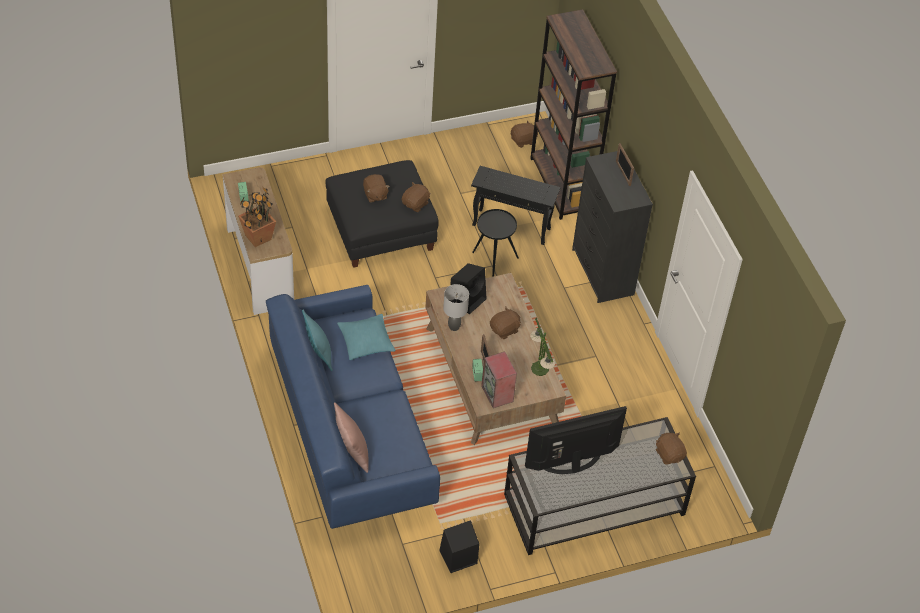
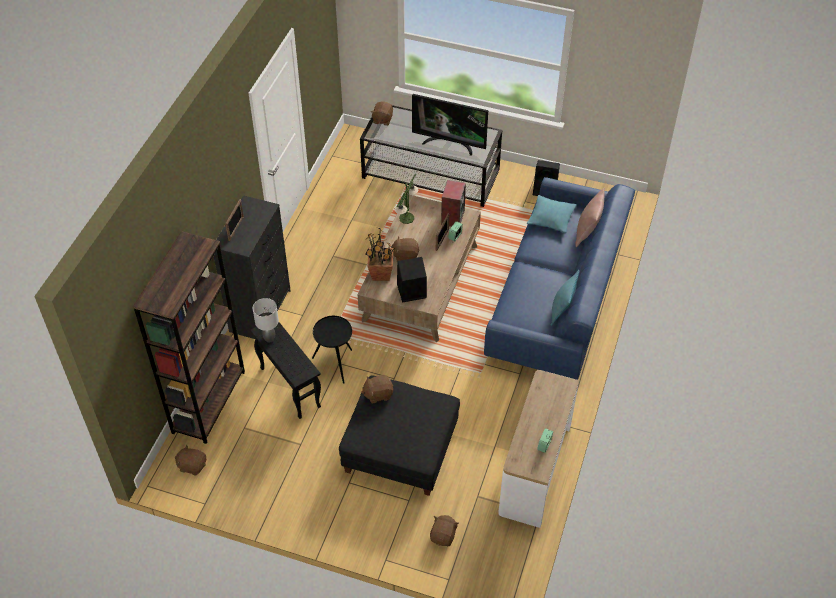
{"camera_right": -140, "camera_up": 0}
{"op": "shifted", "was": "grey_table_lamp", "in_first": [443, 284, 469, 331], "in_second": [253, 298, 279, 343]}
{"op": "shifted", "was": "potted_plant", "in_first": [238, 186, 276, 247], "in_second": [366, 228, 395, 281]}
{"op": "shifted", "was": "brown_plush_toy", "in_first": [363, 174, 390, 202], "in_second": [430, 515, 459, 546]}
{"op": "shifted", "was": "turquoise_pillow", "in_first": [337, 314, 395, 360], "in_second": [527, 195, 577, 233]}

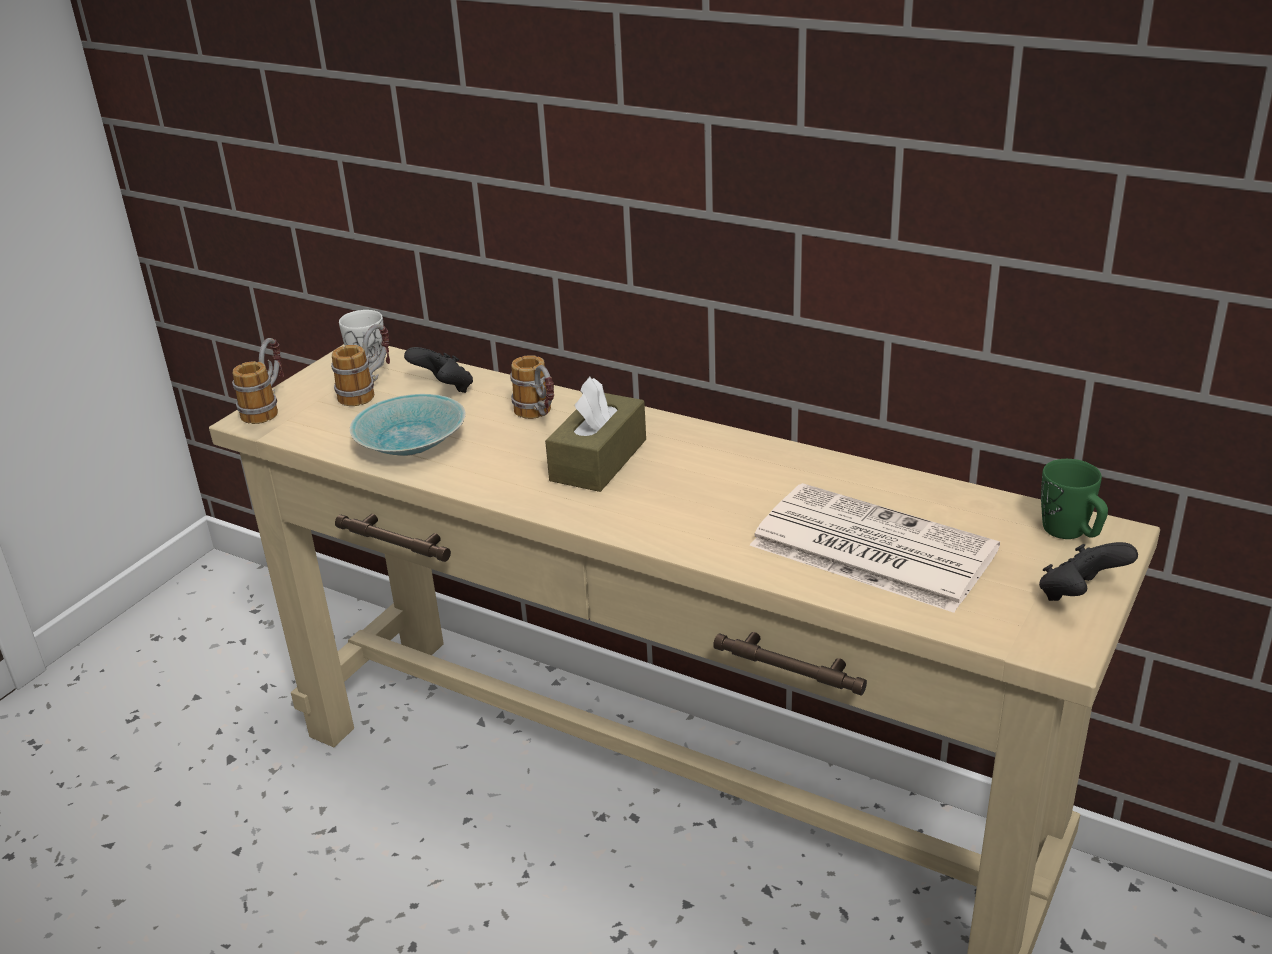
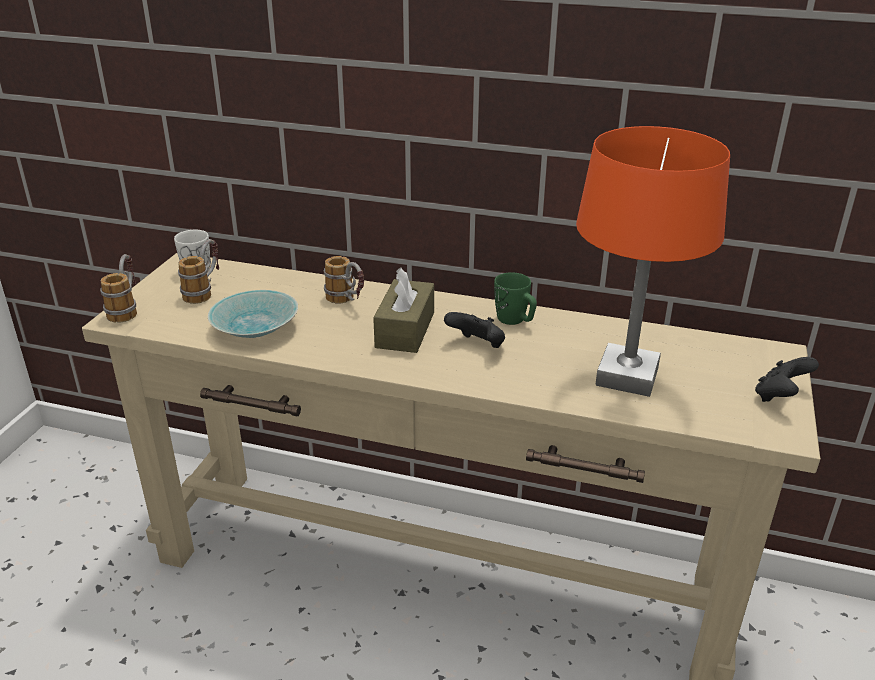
{"camera_right": -15, "camera_up": 0}
{"op": "shifted", "was": "black_game_controller", "in_first": [404, 347, 473, 393], "in_second": [444, 312, 505, 348]}
{"op": "shifted", "was": "green_mug", "in_first": [1041, 459, 1108, 539], "in_second": [494, 272, 537, 325]}
{"op": "swapped", "was": "newspaper", "now": "orange_table_lamp", "in_first": [750, 483, 1000, 613], "in_second": [576, 126, 730, 397]}

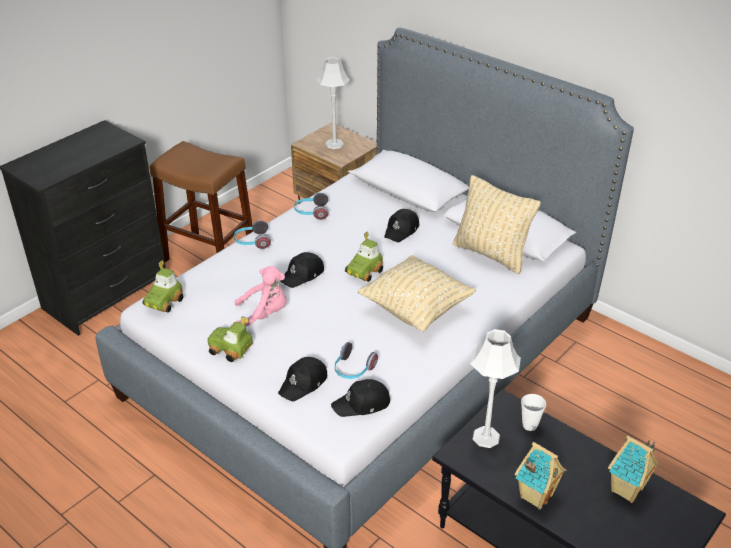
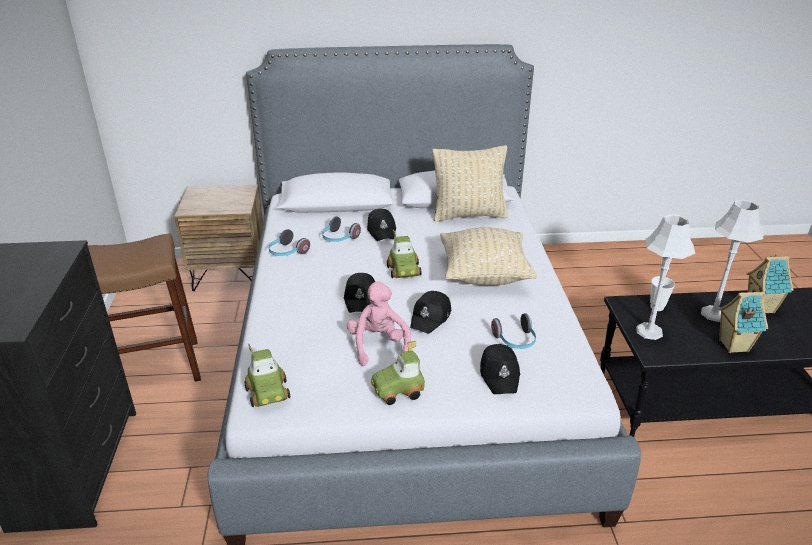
{"camera_right": -45, "camera_up": -5}
{"op": "shifted", "was": "headphones", "in_first": [234, 220, 271, 249], "in_second": [322, 216, 361, 242]}
{"op": "rotated", "was": "pink_plush_toy", "in_first": [234, 266, 287, 326], "in_second": [347, 282, 411, 366], "clockwise": -45}
{"op": "shifted", "was": "black_cap", "in_first": [331, 379, 390, 417], "in_second": [410, 291, 451, 334]}
{"op": "shifted", "was": "grey_table_lamp", "in_first": [316, 57, 350, 149], "in_second": [701, 199, 763, 322]}

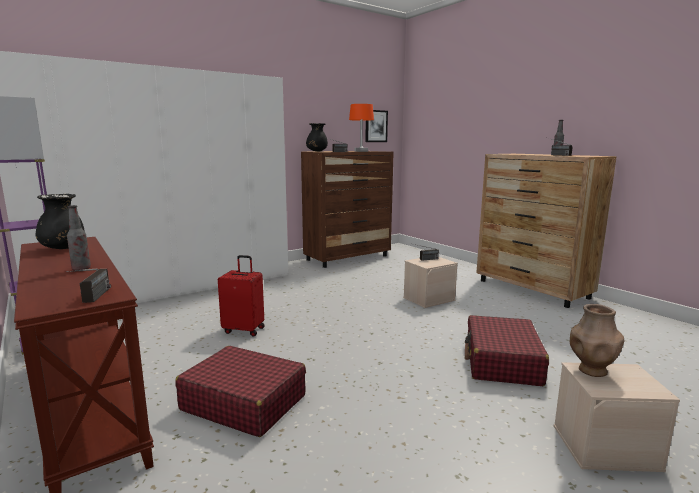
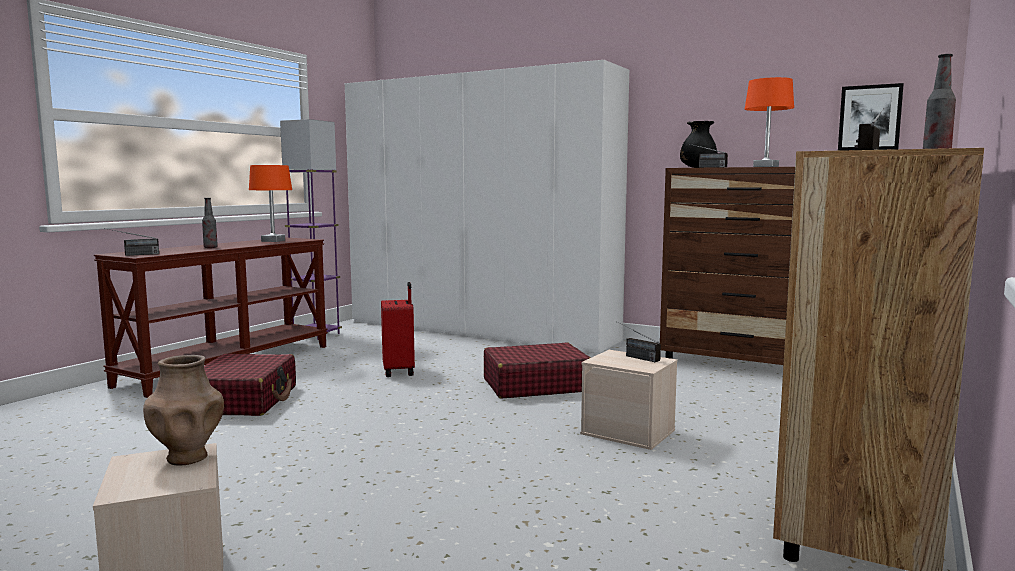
{"camera_right": 65, "camera_up": -5}
{"op": "swapped", "was": "black_vase", "now": "orange_table_lamp", "in_first": [35, 194, 85, 249], "in_second": [249, 165, 292, 242]}
{"op": "shifted", "was": "red_suitcase", "in_first": [465, 315, 549, 386], "in_second": [484, 342, 590, 399]}

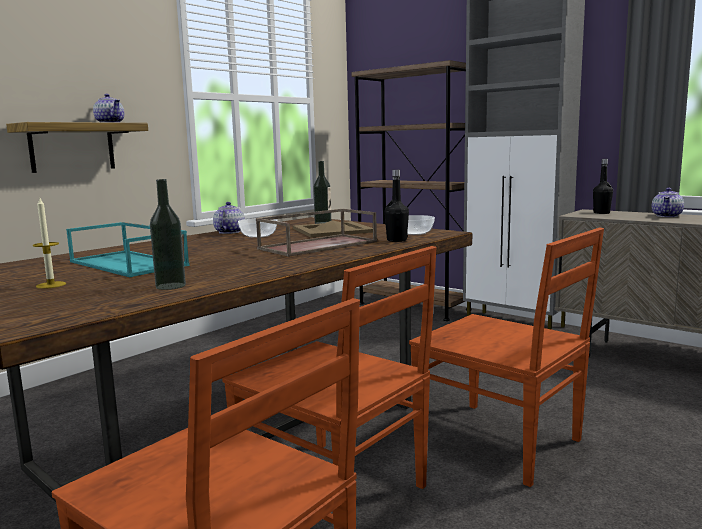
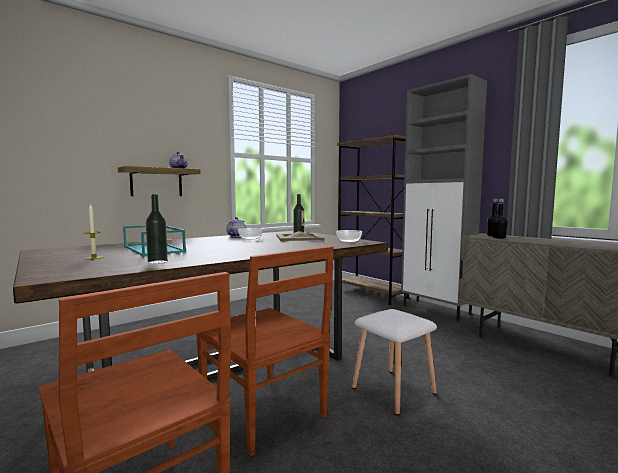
{"camera_right": 10, "camera_up": -5}
{"op": "swapped", "was": "brown_chair", "now": "white_stool", "in_first": [409, 228, 604, 487], "in_second": [352, 309, 437, 415]}
{"op": "shifted", "was": "black_bottle", "in_first": [384, 170, 409, 242], "in_second": [492, 199, 508, 239]}
{"op": "gone", "was": "brown_tray", "in_first": [256, 209, 377, 257]}
{"op": "gone", "was": "teapot", "in_first": [652, 188, 684, 217]}

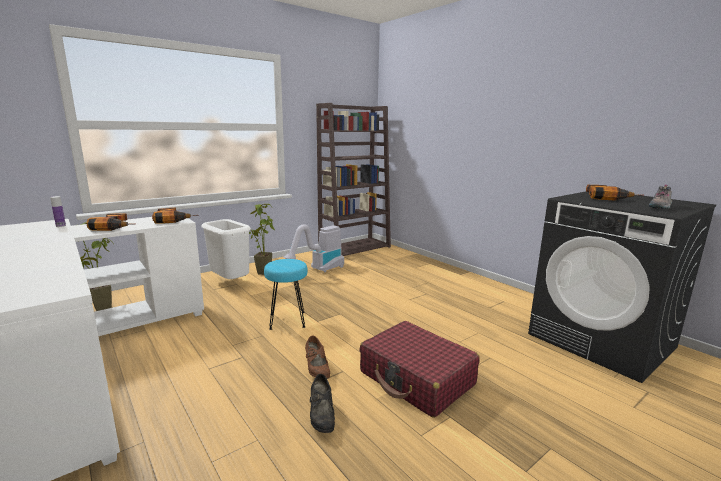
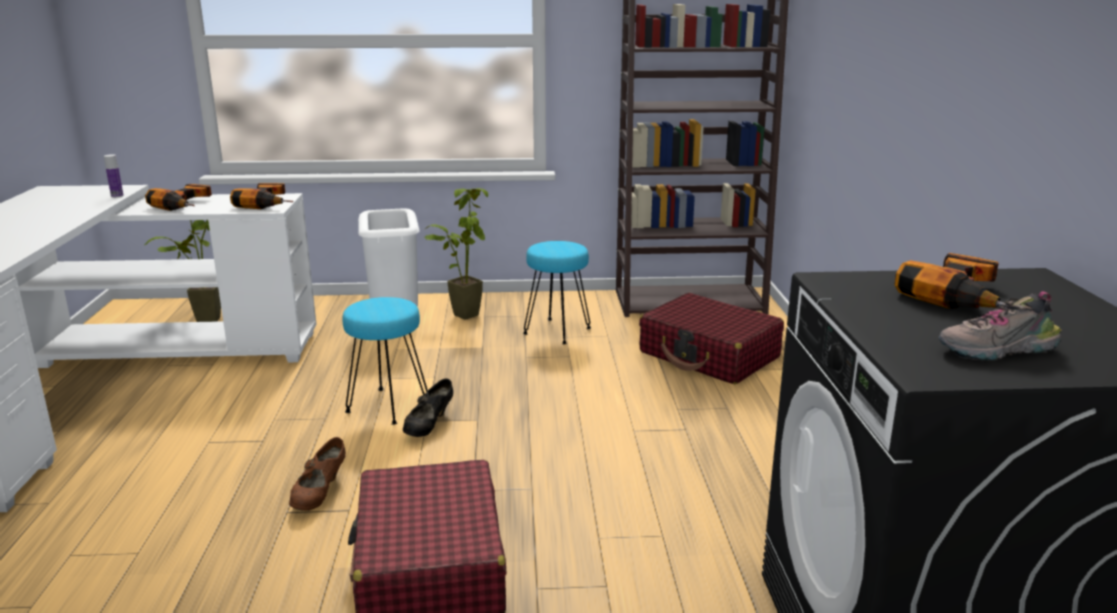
{"camera_right": 35, "camera_up": 5}
{"op": "shifted", "was": "black_shoe", "in_first": [310, 374, 335, 433], "in_second": [403, 378, 453, 437]}
{"op": "swapped", "was": "vacuum_cleaner", "now": "turquoise_stool", "in_first": [283, 224, 344, 272], "in_second": [523, 241, 591, 344]}
{"op": "new", "now": "red_suitcase", "in_second": [639, 293, 784, 384]}

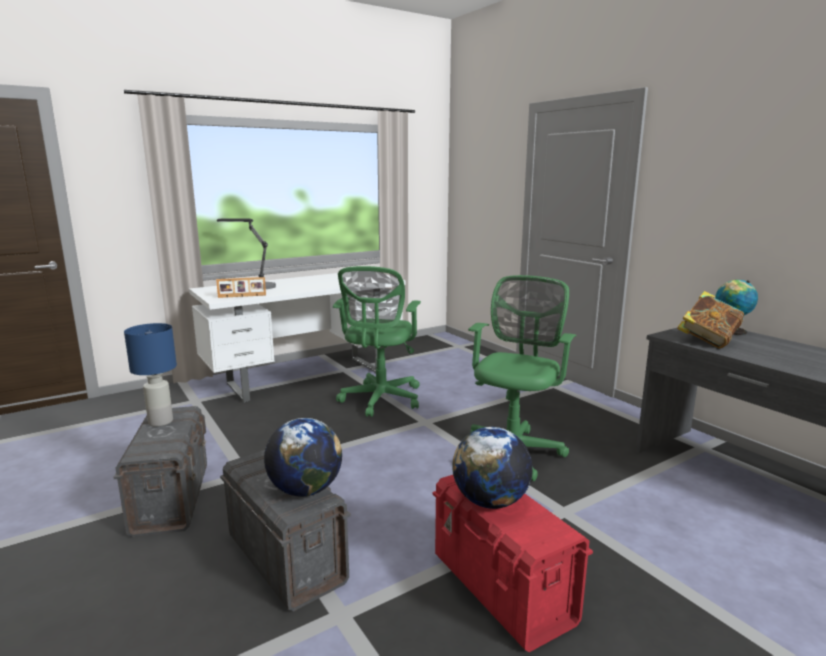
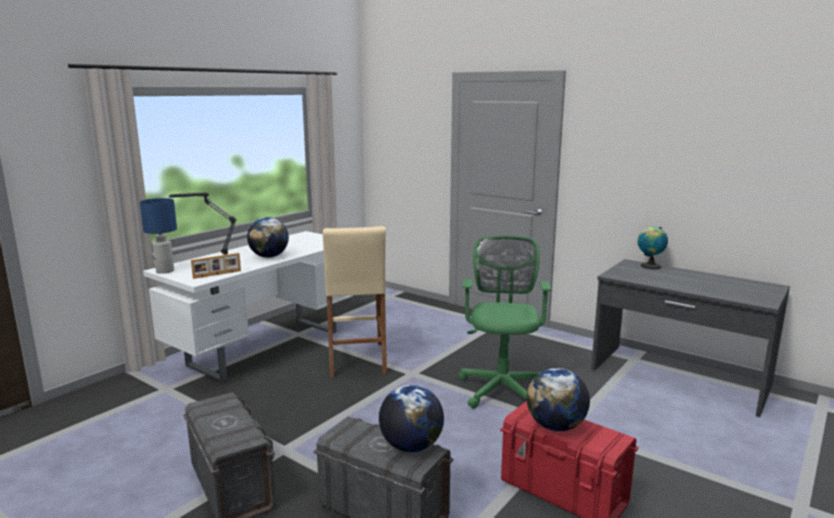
{"camera_right": -20, "camera_up": 0}
{"op": "shifted", "was": "blue_table_lamp", "in_first": [124, 323, 177, 427], "in_second": [140, 198, 177, 274]}
{"op": "new", "now": "globe", "in_second": [247, 217, 289, 258]}
{"op": "swapped", "was": "green_office_chair", "now": "beige_stool", "in_first": [333, 266, 421, 417], "in_second": [323, 226, 387, 377]}
{"op": "gone", "was": "book", "in_first": [677, 291, 744, 348]}

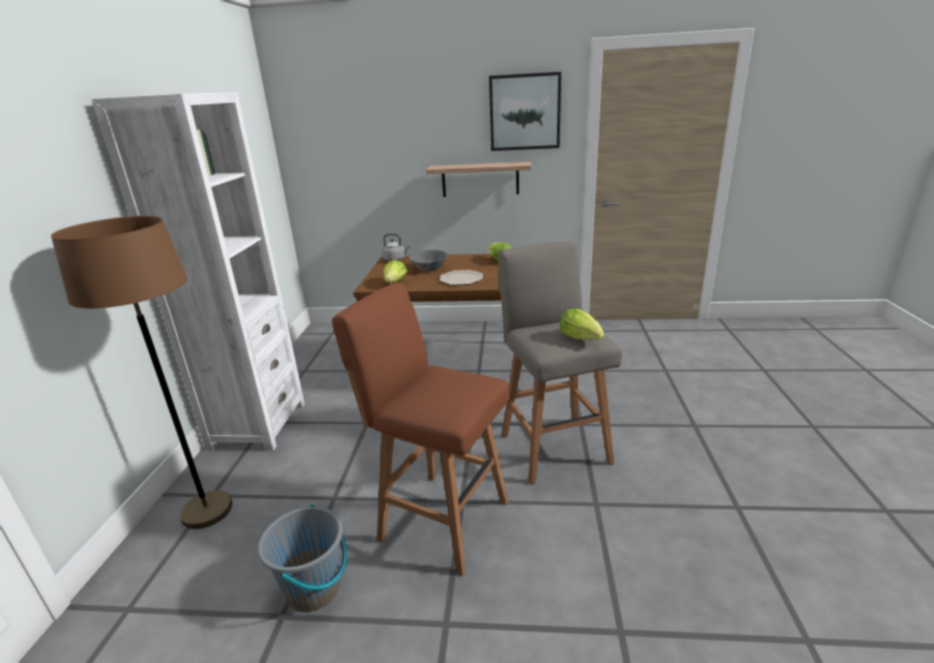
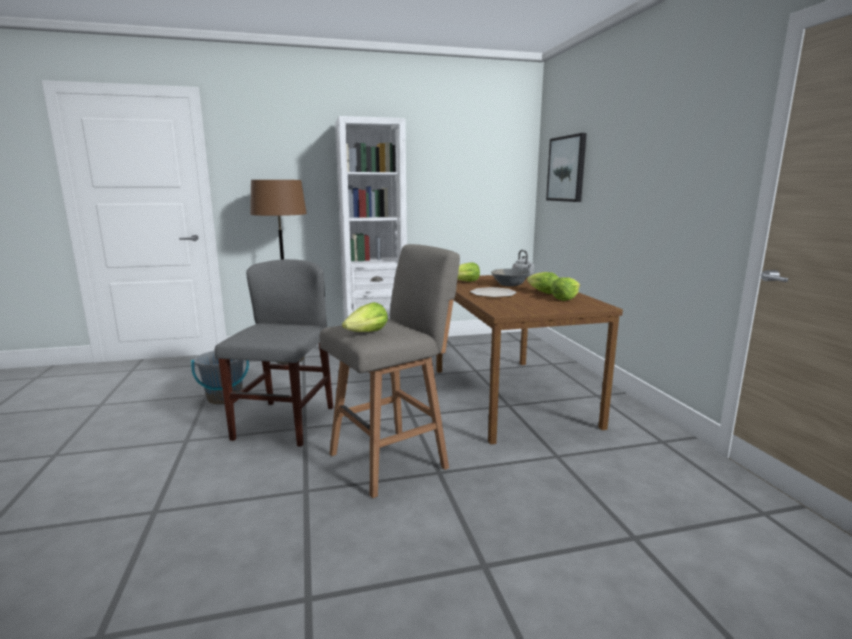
{"camera_right": 70, "camera_up": -10}
{"op": "swapped", "was": "brown_stool", "now": "grey_chair", "in_first": [332, 282, 510, 576], "in_second": [215, 259, 333, 447]}
{"op": "new", "now": "lettuce", "in_second": [527, 272, 559, 294]}
{"op": "shifted", "was": "picture", "in_first": [489, 72, 561, 151], "in_second": [546, 133, 587, 202]}
{"op": "gone", "was": "shelf", "in_first": [426, 162, 531, 197]}

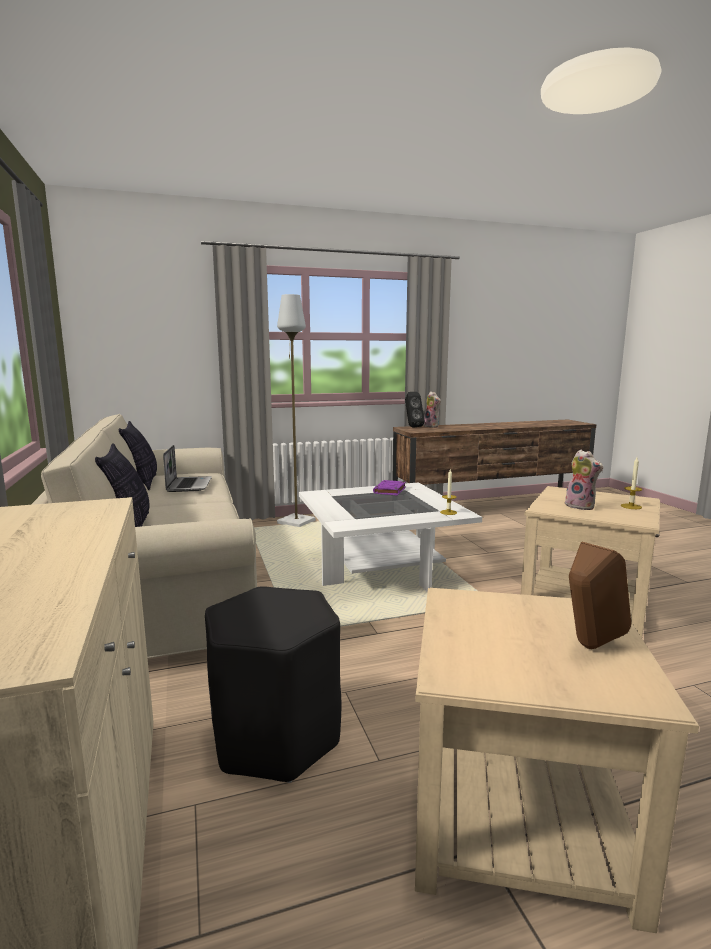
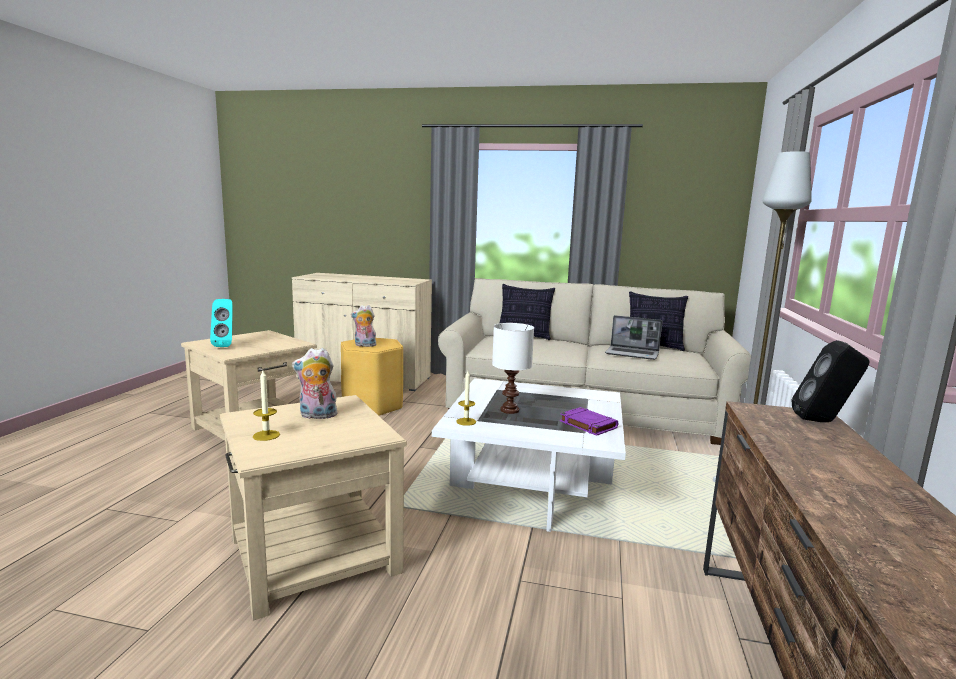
{"camera_right": 120, "camera_up": 0}
{"op": "repainted", "was": "brown_speaker", "now": "turquoise_speaker", "in_first": [569, 542, 631, 649], "in_second": [210, 299, 232, 347]}
{"op": "repainted", "was": "black_stool", "now": "yellow_stool", "in_first": [205, 586, 341, 783], "in_second": [341, 338, 403, 416]}
{"op": "shifted", "was": "plush_toy", "in_first": [424, 391, 441, 428], "in_second": [351, 305, 376, 347]}
{"op": "new", "now": "white_table_lamp", "in_second": [492, 323, 534, 414]}

